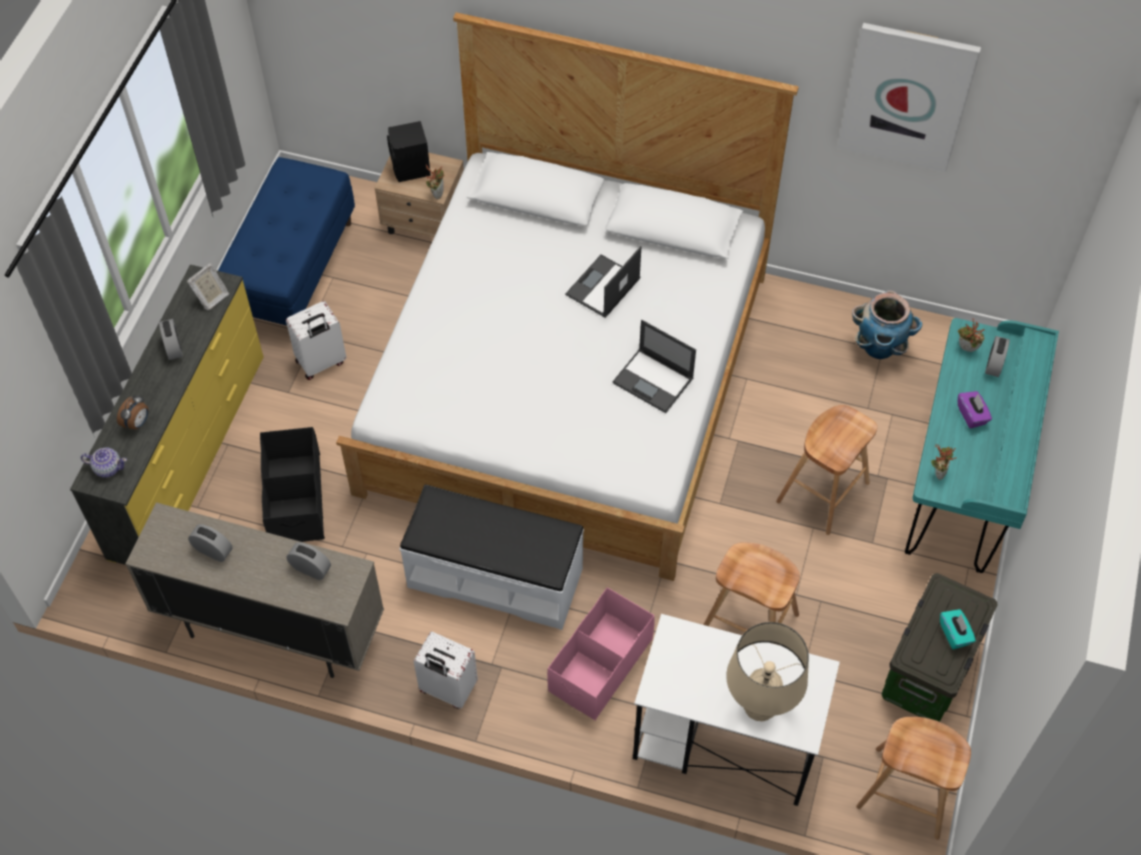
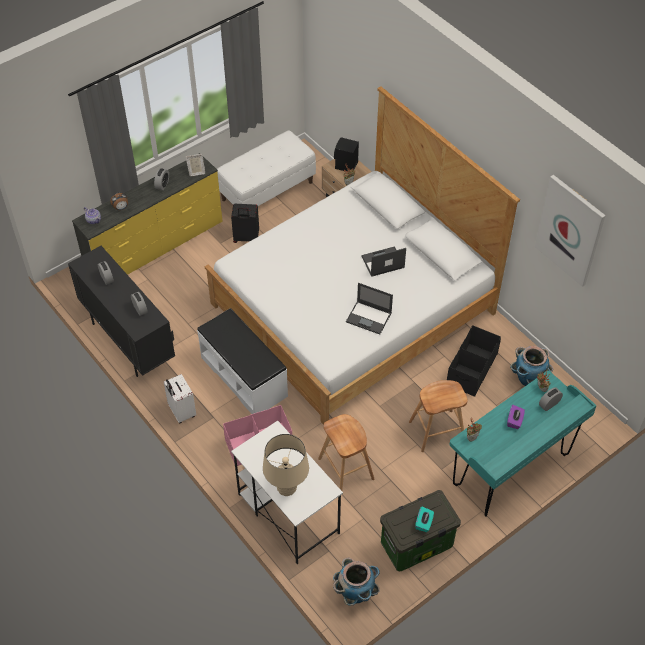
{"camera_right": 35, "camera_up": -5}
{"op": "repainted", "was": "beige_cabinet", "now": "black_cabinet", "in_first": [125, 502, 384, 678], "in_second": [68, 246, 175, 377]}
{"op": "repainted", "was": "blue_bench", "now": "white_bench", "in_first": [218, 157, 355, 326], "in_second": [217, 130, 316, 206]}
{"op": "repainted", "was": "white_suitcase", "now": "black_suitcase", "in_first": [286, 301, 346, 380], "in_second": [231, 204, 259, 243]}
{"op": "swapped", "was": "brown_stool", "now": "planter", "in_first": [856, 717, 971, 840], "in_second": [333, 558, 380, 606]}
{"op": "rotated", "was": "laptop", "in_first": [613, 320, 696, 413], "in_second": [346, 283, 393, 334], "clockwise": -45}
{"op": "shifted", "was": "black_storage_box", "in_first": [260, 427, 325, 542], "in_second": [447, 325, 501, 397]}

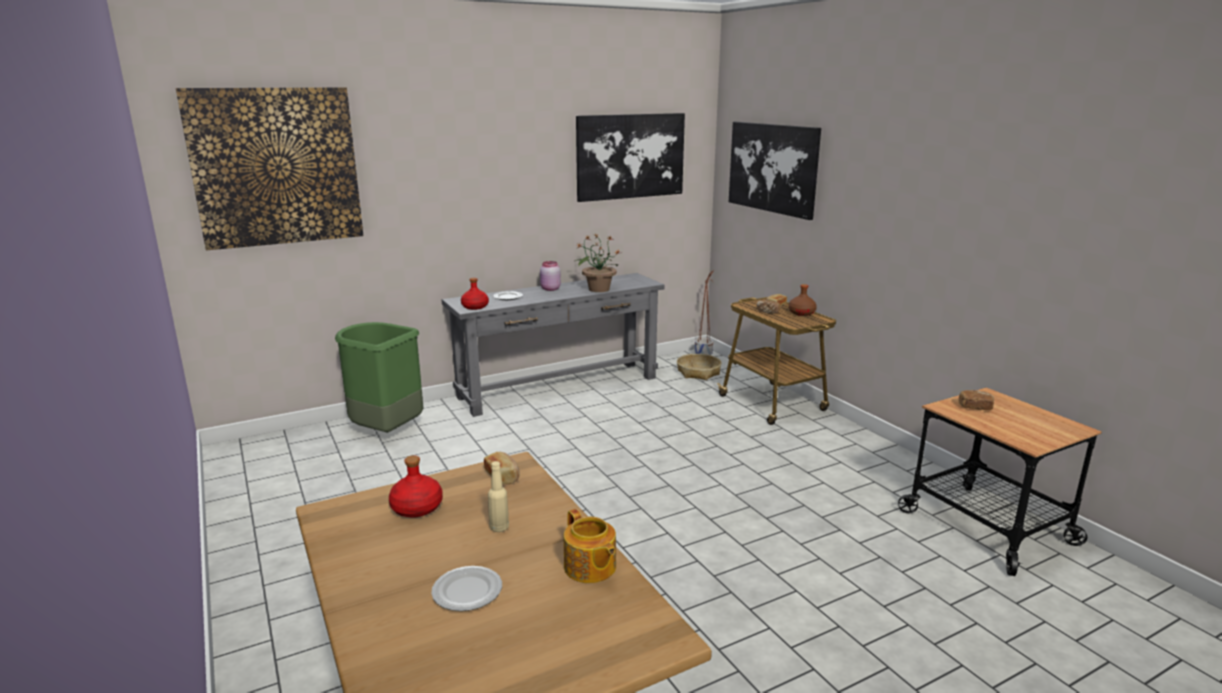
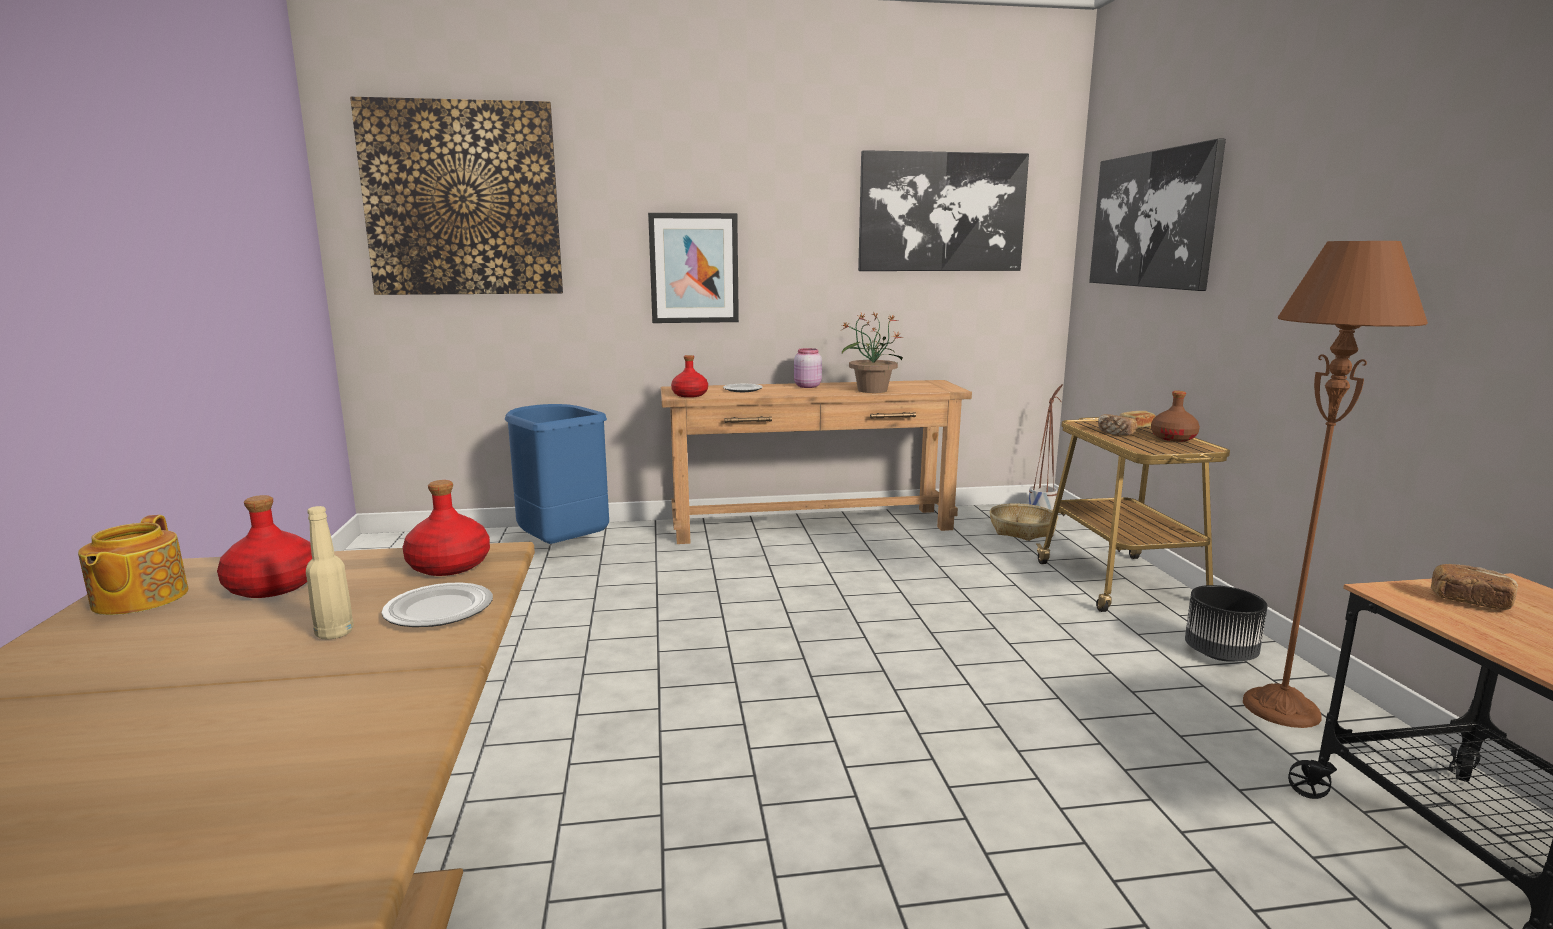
{"camera_right": 20, "camera_up": -5}
{"op": "shifted", "was": "teapot", "in_first": [564, 509, 616, 583], "in_second": [78, 515, 188, 615]}
{"op": "shifted", "was": "plate", "in_first": [431, 566, 502, 611], "in_second": [381, 583, 493, 627]}
{"op": "swapped", "was": "bread", "now": "red_bottle", "in_first": [484, 452, 520, 484], "in_second": [402, 480, 490, 576]}
{"op": "repainted", "was": "green_trash_can", "now": "blue_trash_can", "in_first": [335, 322, 424, 433], "in_second": [505, 404, 609, 544]}
{"op": "new", "now": "picture", "in_second": [648, 213, 739, 323]}
{"op": "repainted", "was": "grey_console_table", "now": "brown_console_table", "in_first": [442, 273, 665, 417], "in_second": [661, 380, 972, 544]}
{"op": "new", "now": "black_planter", "in_second": [1185, 585, 1268, 662]}
{"op": "new", "now": "brown_floor_lamp", "in_second": [1243, 241, 1428, 728]}

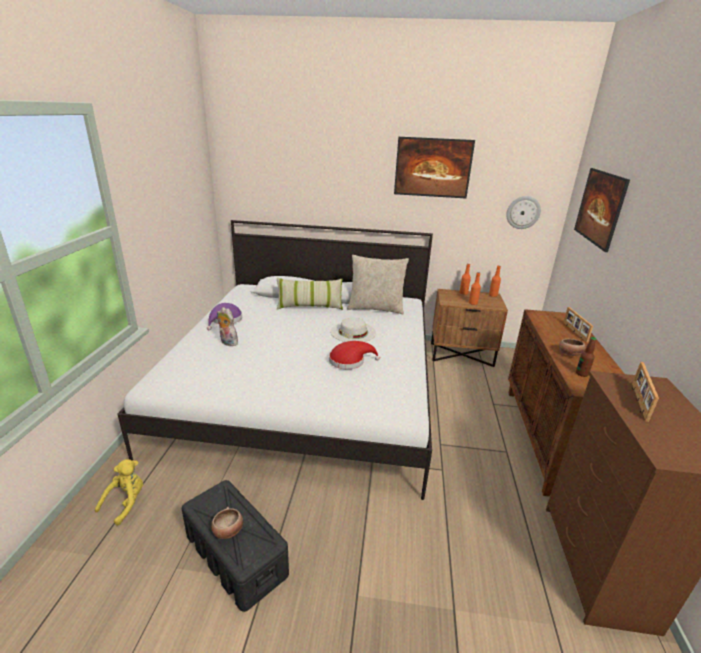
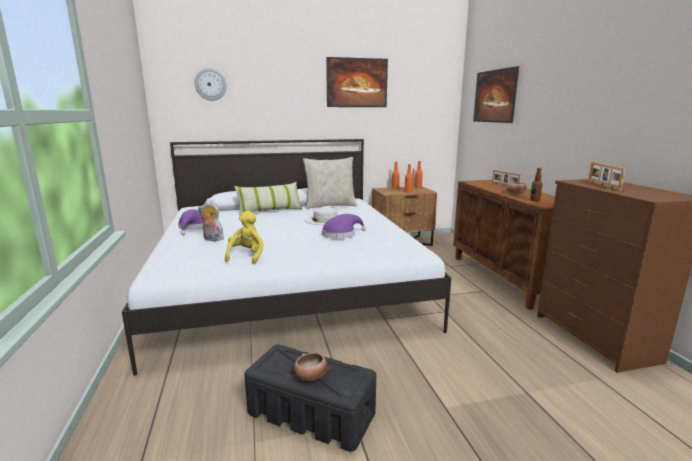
{"camera_right": -20, "camera_up": -10}
{"op": "shifted", "was": "wall_clock", "in_first": [506, 196, 541, 229], "in_second": [195, 68, 227, 101]}
{"op": "shifted", "was": "yellow_plush_toy", "in_first": [95, 459, 143, 525], "in_second": [225, 211, 264, 264]}
{"op": "repainted", "was": "red_hat", "now": "purple_hat", "in_first": [329, 341, 380, 369], "in_second": [322, 214, 366, 239]}

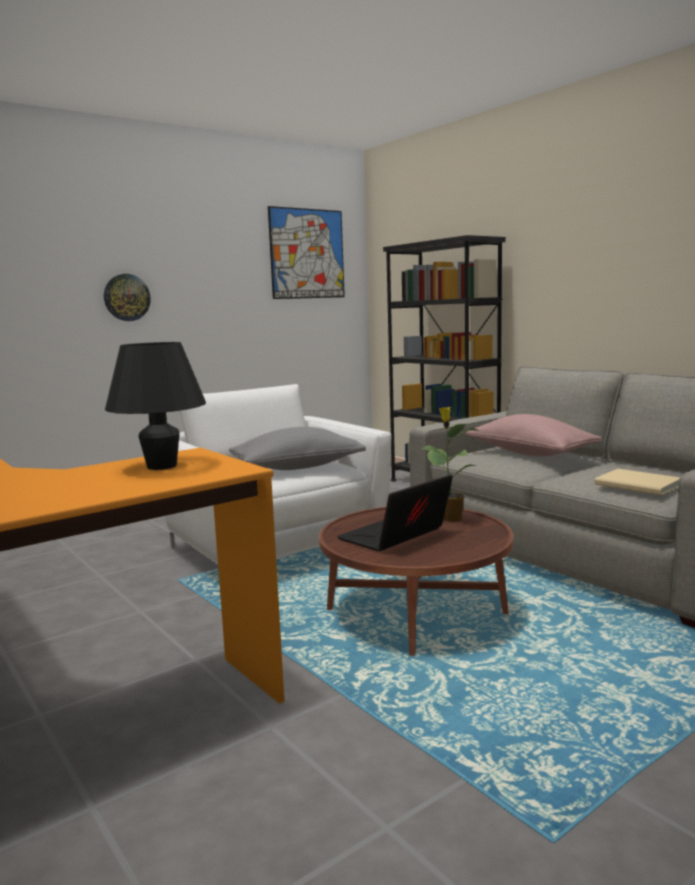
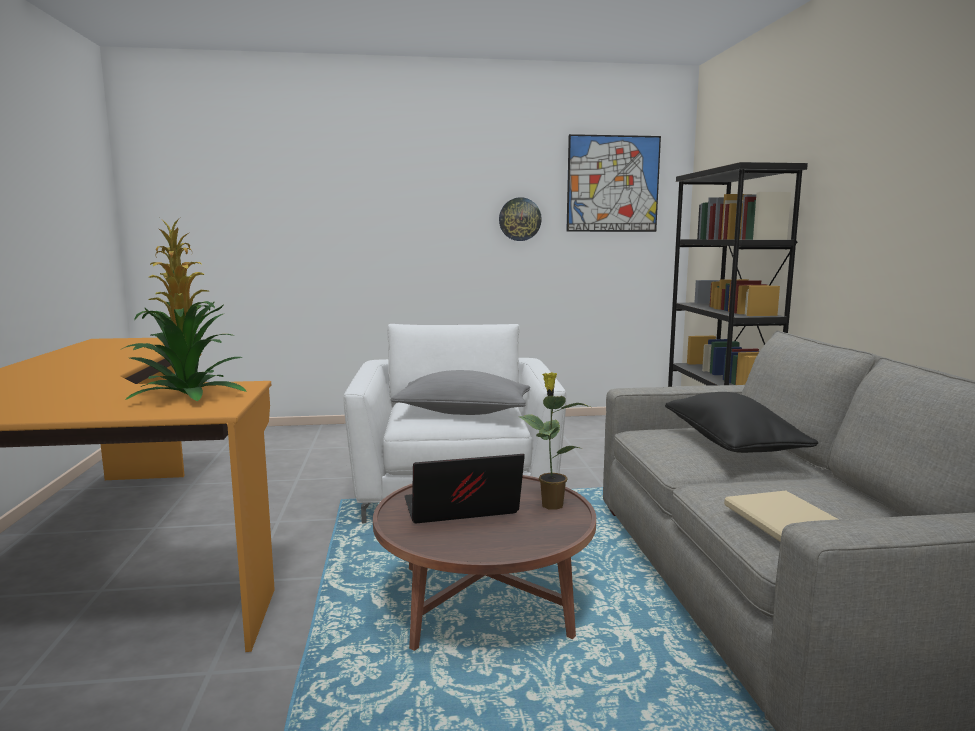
{"camera_right": 30, "camera_up": 0}
{"op": "swapped", "was": "black_table_lamp", "now": "potted_plant", "in_first": [105, 342, 206, 470], "in_second": [120, 218, 247, 401]}
{"op": "shifted", "was": "wall_clock", "in_first": [104, 274, 151, 321], "in_second": [499, 197, 542, 241]}
{"op": "repainted", "was": "pink_pillow", "now": "black_pillow", "in_first": [465, 414, 602, 456], "in_second": [665, 392, 818, 453]}

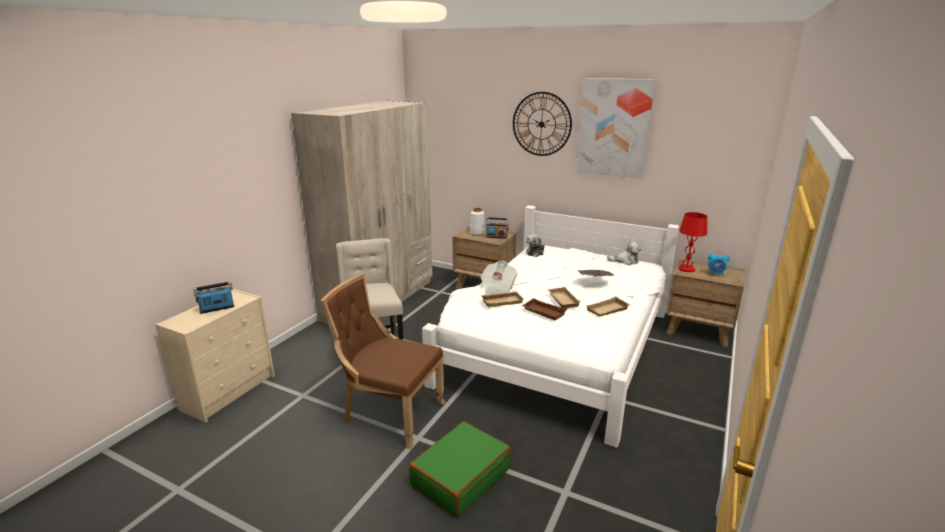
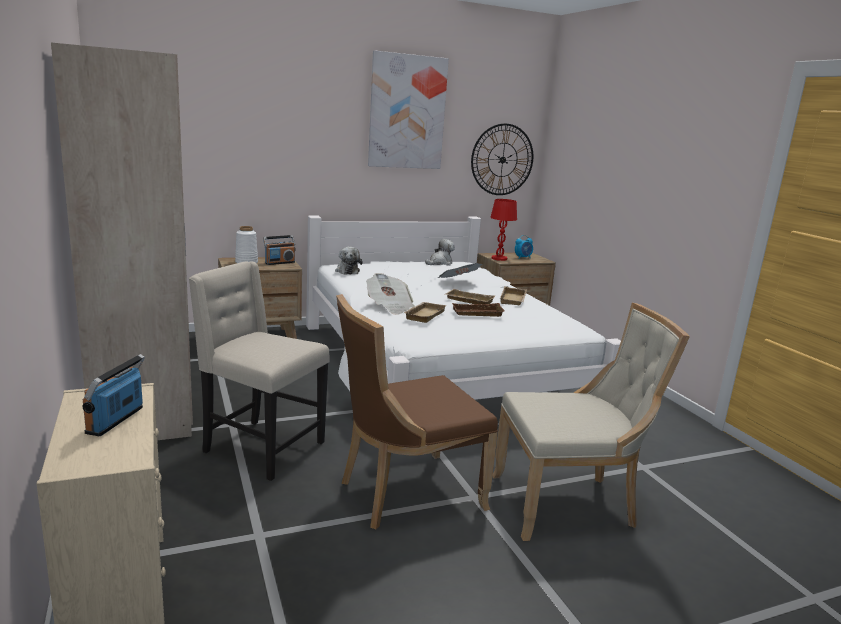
{"camera_right": -50, "camera_up": -5}
{"op": "shifted", "was": "wall_clock", "in_first": [513, 92, 572, 156], "in_second": [471, 124, 533, 195]}
{"op": "swapped", "was": "green_suitcase", "now": "beige_chair", "in_first": [409, 421, 511, 518], "in_second": [493, 303, 690, 541]}

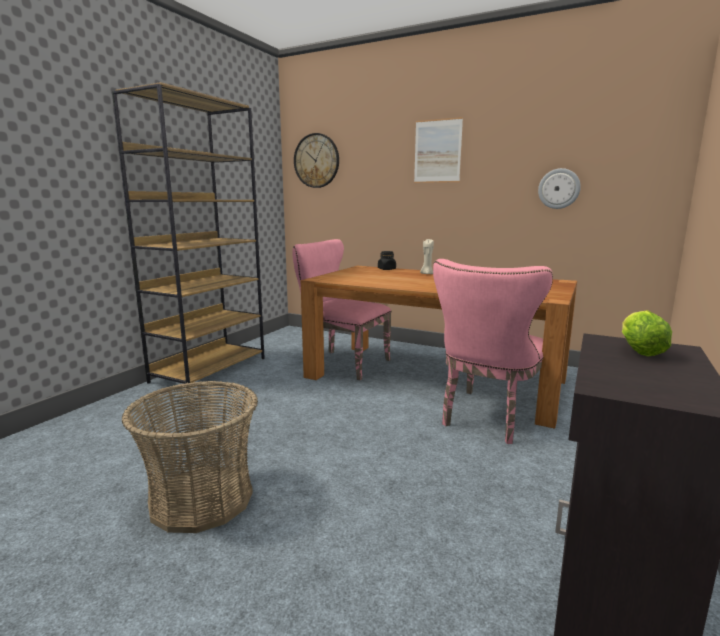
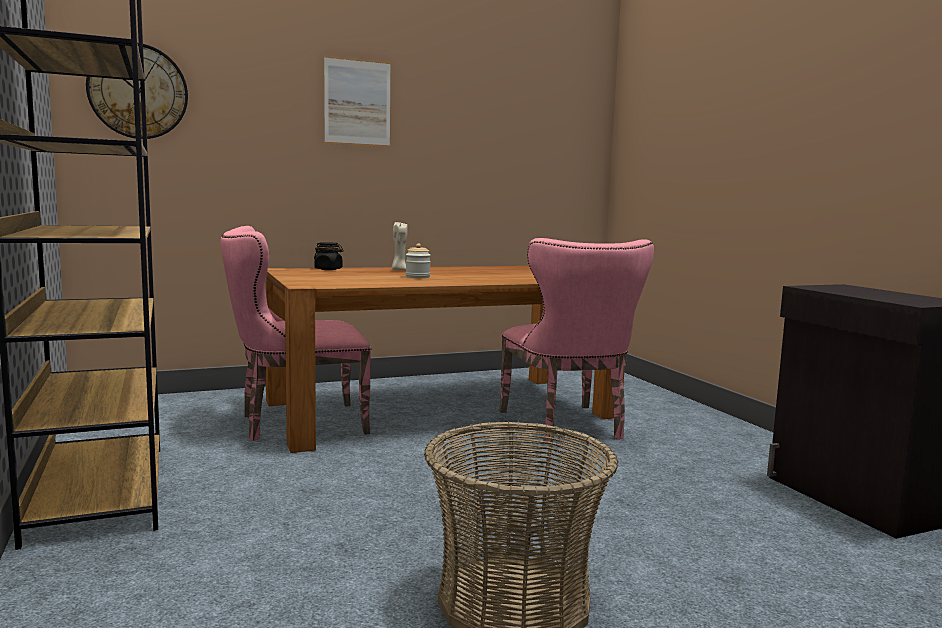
{"camera_right": -50, "camera_up": -5}
{"op": "new", "now": "jar", "in_second": [406, 244, 431, 278]}
{"op": "gone", "was": "wall_clock", "in_first": [538, 168, 581, 209]}
{"op": "gone", "was": "lettuce", "in_first": [622, 310, 672, 356]}

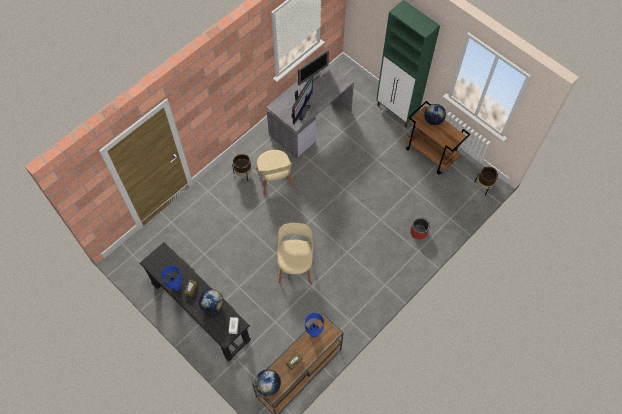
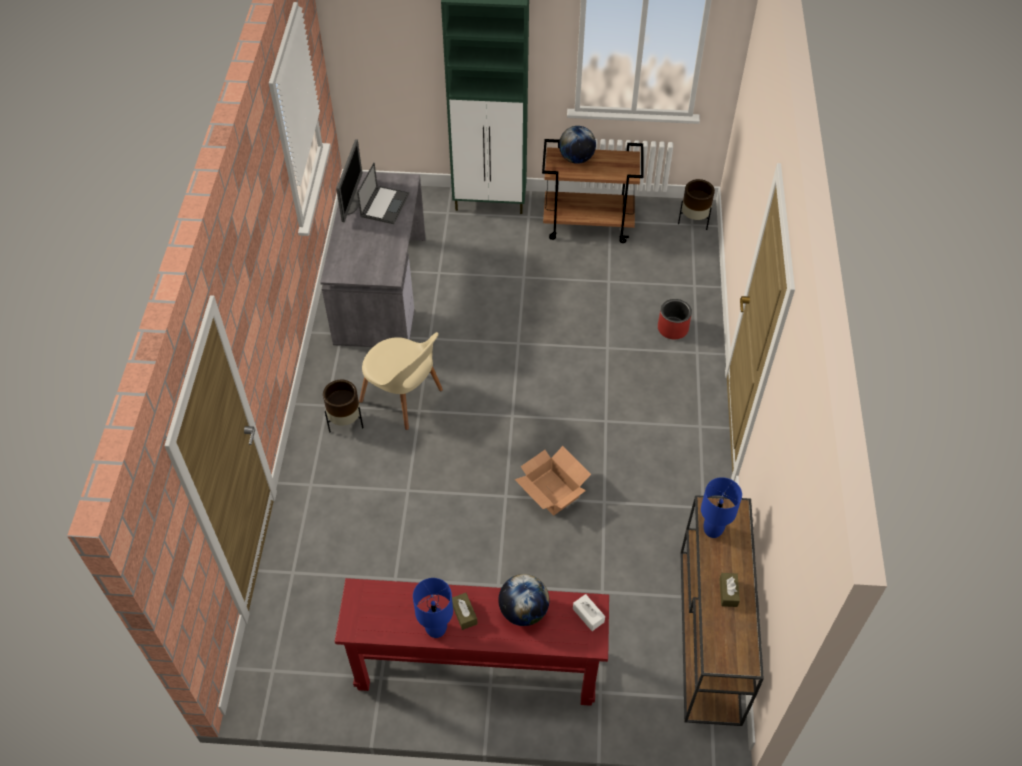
{"camera_right": -40, "camera_up": -10}
{"op": "repainted", "was": "black_console_table", "now": "red_console_table", "in_first": [140, 242, 251, 361], "in_second": [335, 578, 609, 706]}
{"op": "new", "now": "laptop", "in_second": [357, 162, 409, 224]}
{"op": "swapped", "was": "beige_chair", "now": "cardboard_box", "in_first": [277, 223, 313, 284], "in_second": [514, 446, 591, 516]}
{"op": "gone", "was": "globe", "in_first": [255, 369, 281, 396]}
{"op": "gone", "was": "monitor", "in_first": [291, 77, 313, 125]}

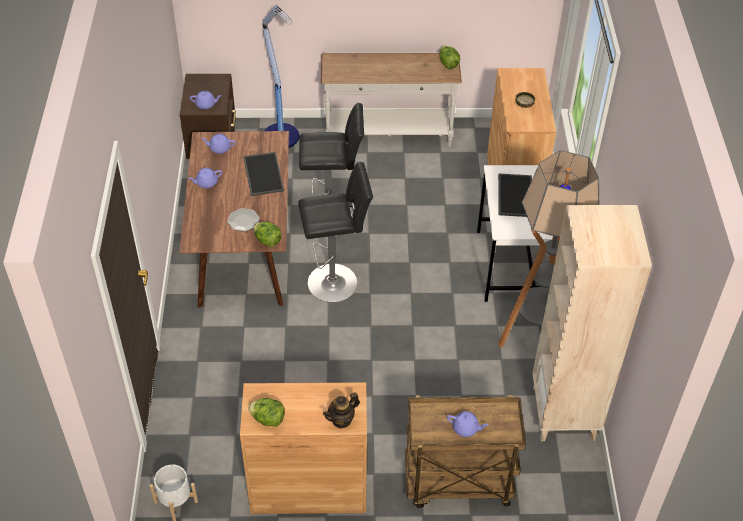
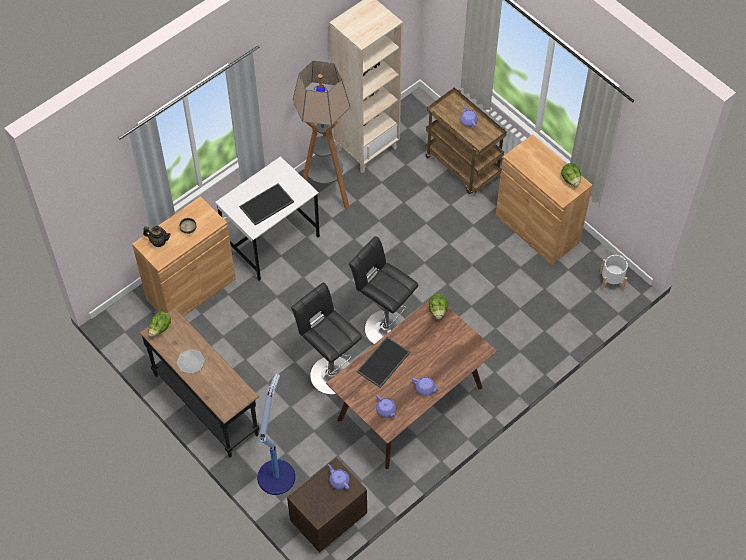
{"camera_right": -130, "camera_up": 10}
{"op": "repainted", "was": "white_console_table", "now": "black_console_table", "in_first": [321, 53, 462, 147], "in_second": [140, 307, 260, 457]}
{"op": "shifted", "was": "teapot", "in_first": [323, 392, 360, 429], "in_second": [143, 226, 171, 247]}
{"op": "shifted", "was": "plate", "in_first": [227, 208, 260, 232], "in_second": [177, 349, 205, 374]}

